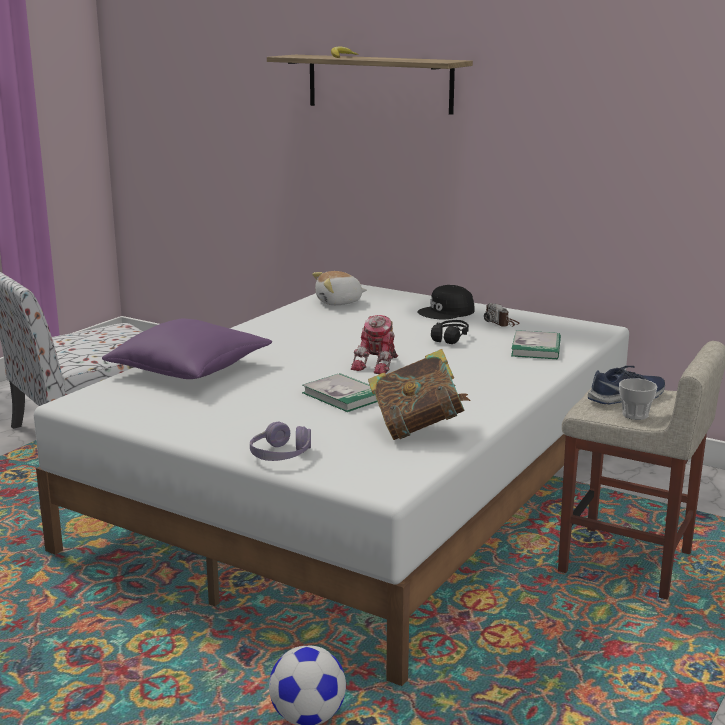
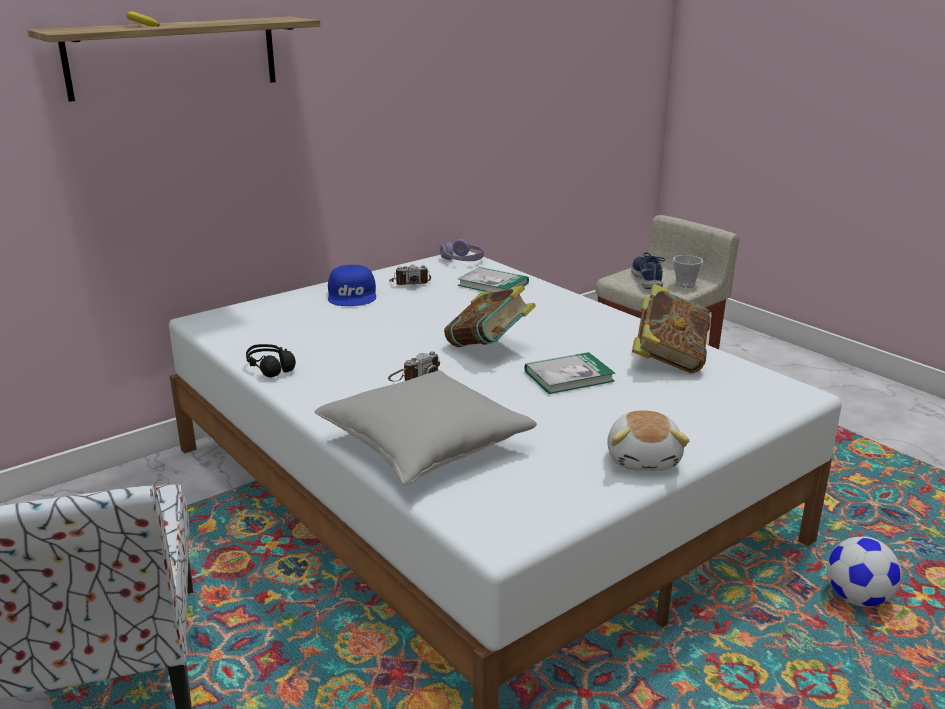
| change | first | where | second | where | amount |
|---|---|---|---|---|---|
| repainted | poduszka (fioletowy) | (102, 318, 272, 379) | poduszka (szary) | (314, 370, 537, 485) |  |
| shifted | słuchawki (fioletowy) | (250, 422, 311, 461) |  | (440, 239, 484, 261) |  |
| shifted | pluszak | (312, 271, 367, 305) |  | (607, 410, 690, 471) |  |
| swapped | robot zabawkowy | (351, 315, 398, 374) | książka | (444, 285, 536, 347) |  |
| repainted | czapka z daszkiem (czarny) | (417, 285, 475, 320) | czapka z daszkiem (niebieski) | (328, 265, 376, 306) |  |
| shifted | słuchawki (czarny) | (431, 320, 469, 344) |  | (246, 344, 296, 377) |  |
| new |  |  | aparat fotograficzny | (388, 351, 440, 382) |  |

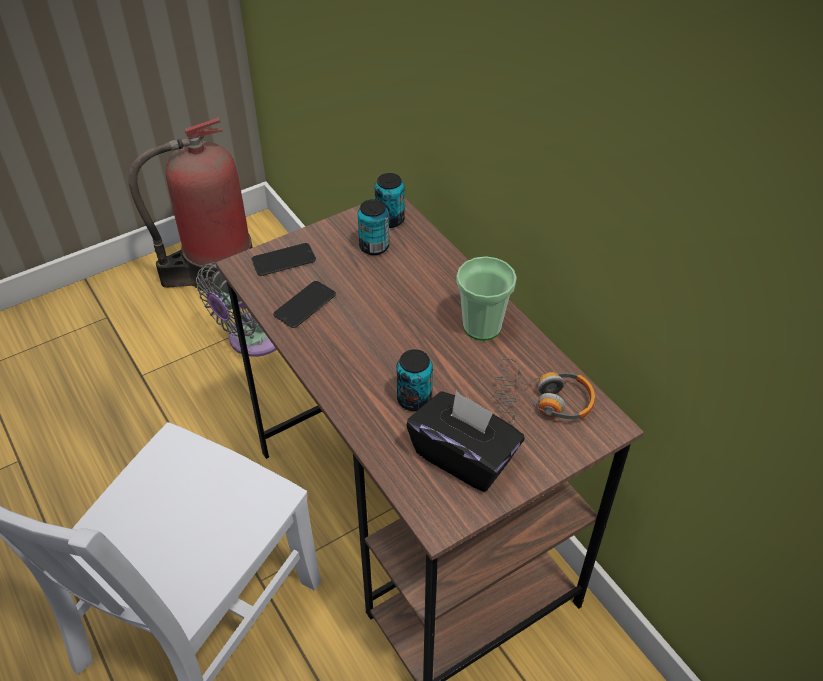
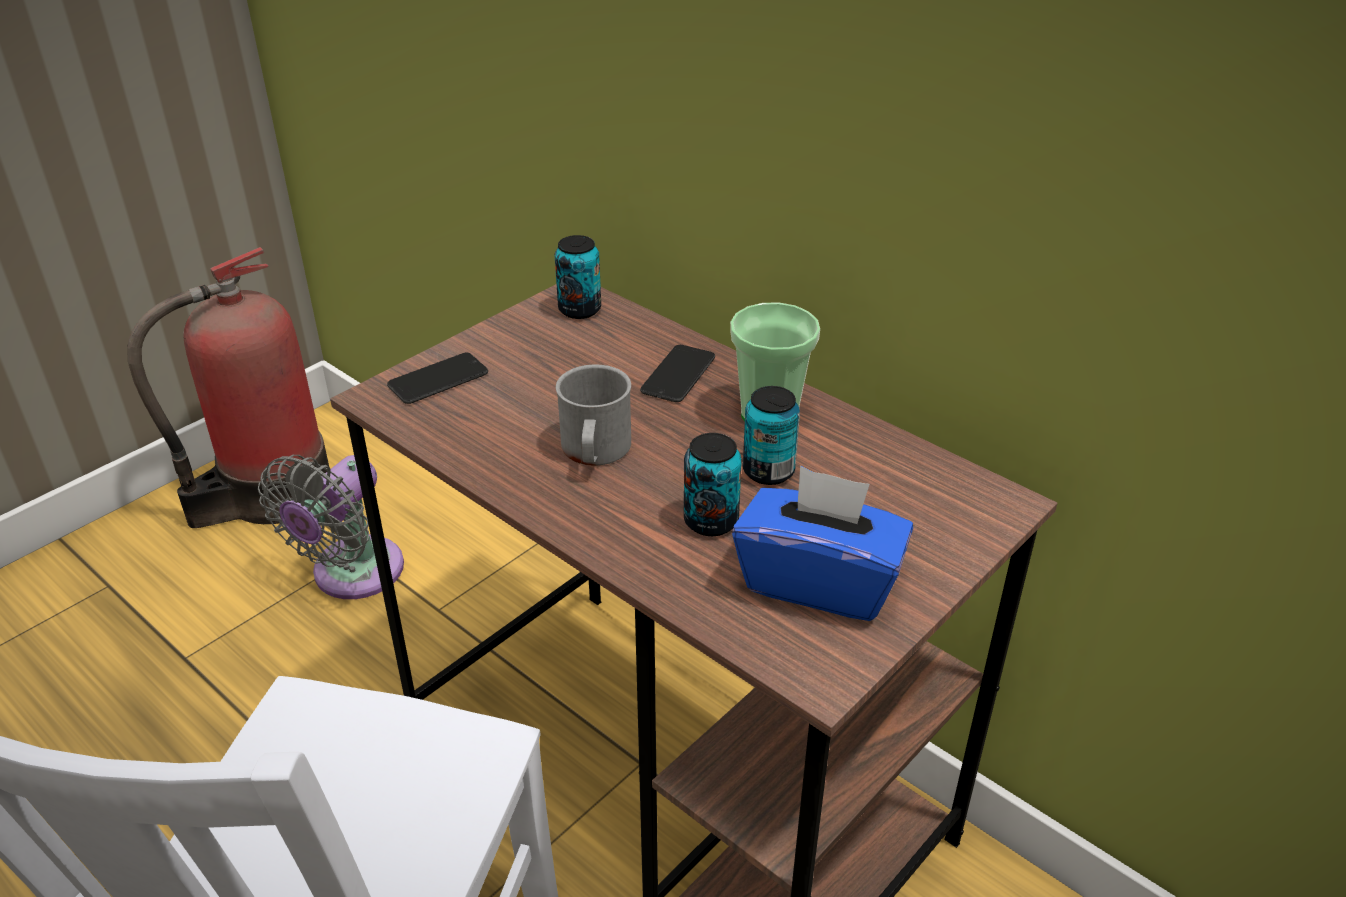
| change | first | where | second | where | amount |
|---|---|---|---|---|---|
| shifted | telefon | (273, 281, 336, 328) |  | (640, 345, 715, 402) |  |
| shifted | puszka | (358, 199, 389, 255) |  | (743, 386, 800, 485) |  |
| repainted | pudełko chusteczek (czarny) | (406, 390, 524, 492) | pudełko chusteczek (niebieski) | (732, 466, 913, 621) |  |
| gone | słuchawki | (494, 358, 595, 424) |  |  |  |
| new |  |  | kubek (szary) | (556, 365, 631, 466) |  |

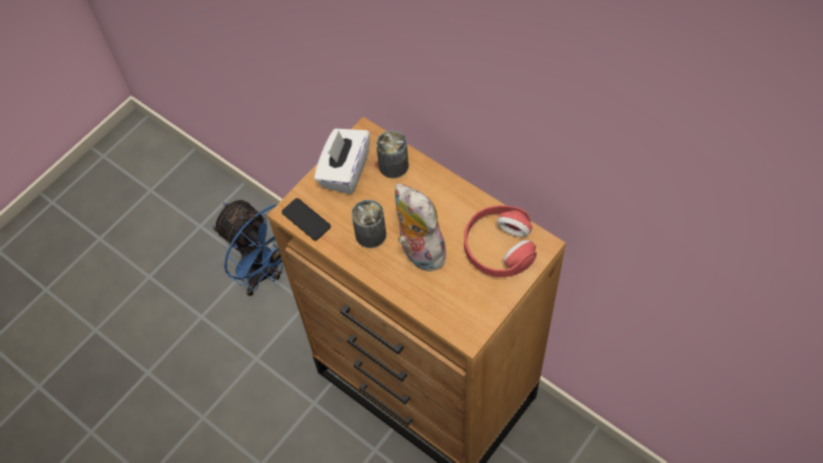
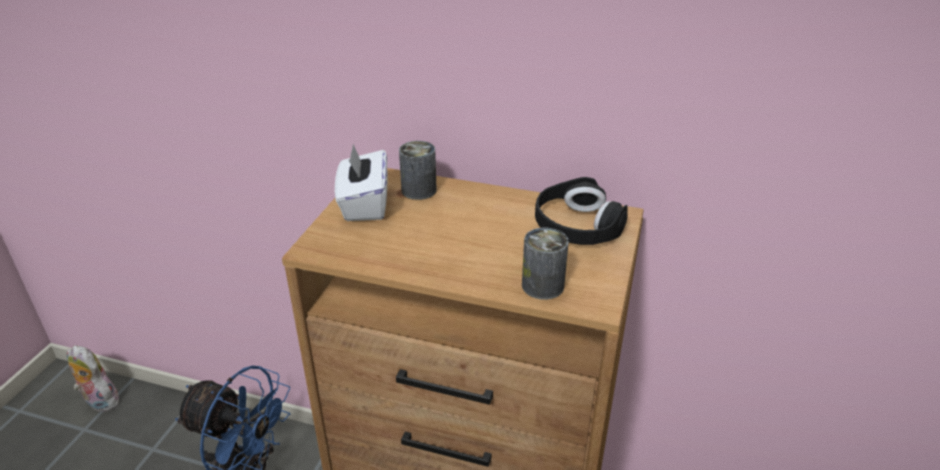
| change | first | where | second | where | amount |
|---|---|---|---|---|---|
| gone | telefon | (282, 198, 331, 241) |  |  |  |
| shifted | puszka | (352, 200, 386, 248) |  | (522, 228, 569, 300) |  |
| shifted | pluszak | (395, 184, 446, 272) |  | (67, 345, 123, 412) |  |
| repainted | słuchawki (czerwony) | (464, 205, 537, 277) | słuchawki (czarny) | (535, 177, 628, 245) |  |

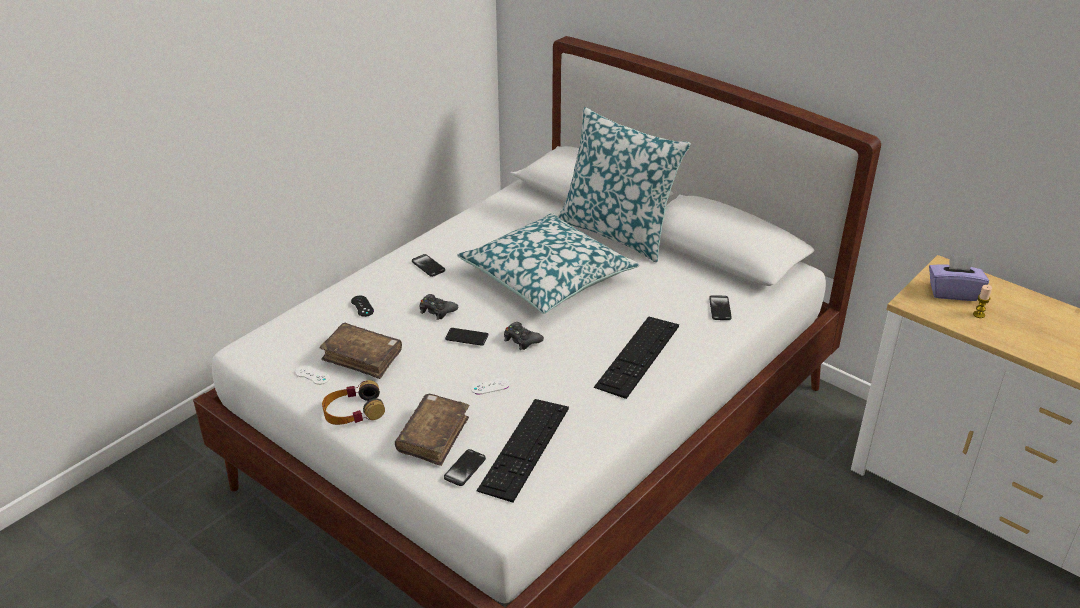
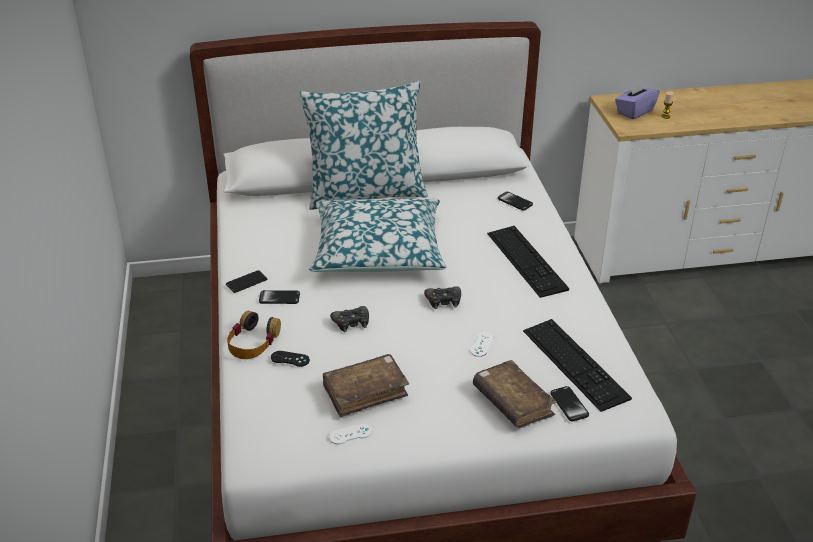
| change | first | where | second | where | amount |
|---|---|---|---|---|---|
| shifted | słuchawki | (322, 380, 385, 425) |  | (227, 311, 281, 359) |  |
| shifted | telefon | (445, 328, 489, 346) |  | (226, 270, 267, 293) |  |

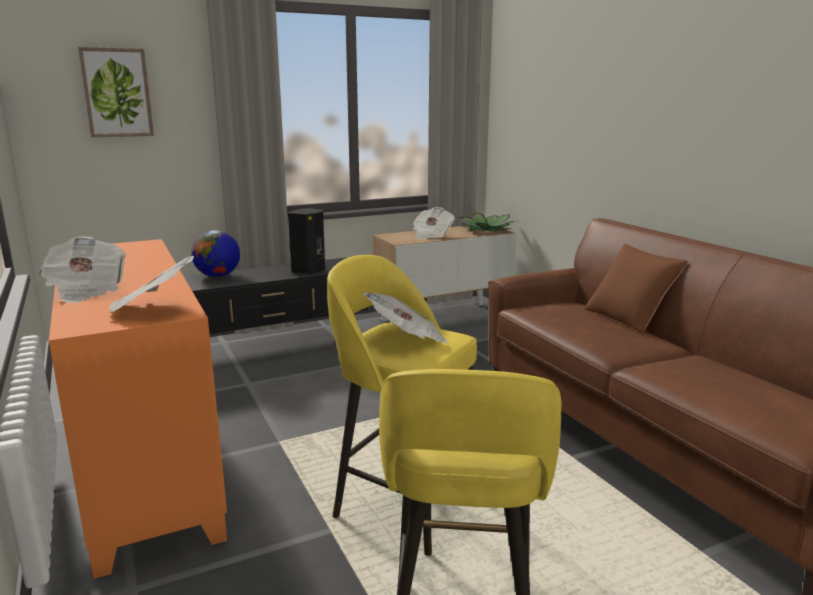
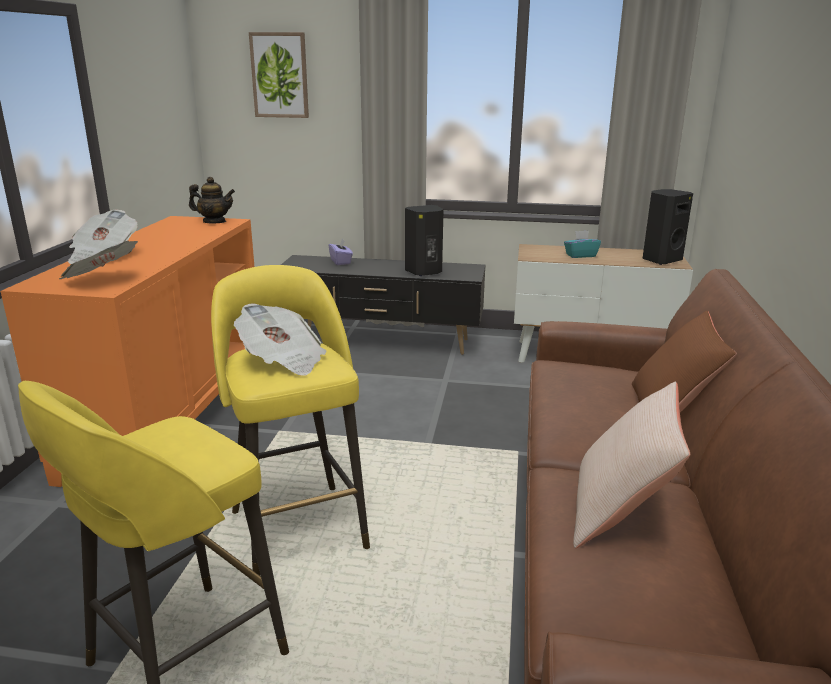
| change | first | where | second | where | amount |
|---|---|---|---|---|---|
| swapped | globus | (191, 230, 240, 277) | pudełko chusteczek (fioletowy) | (328, 239, 353, 265) |  |
| swapped | gazeta | (413, 207, 455, 240) | pudełko chusteczek (turkusowy) | (564, 230, 601, 258) |  |
| swapped | roślina doniczkowa | (457, 212, 517, 232) | głośnik (czarny) | (643, 189, 693, 265) |  |
| new |  |  | imbryk | (189, 177, 235, 223) |  |
| new |  |  | poduszka (beżowy) | (573, 382, 690, 548) |  |

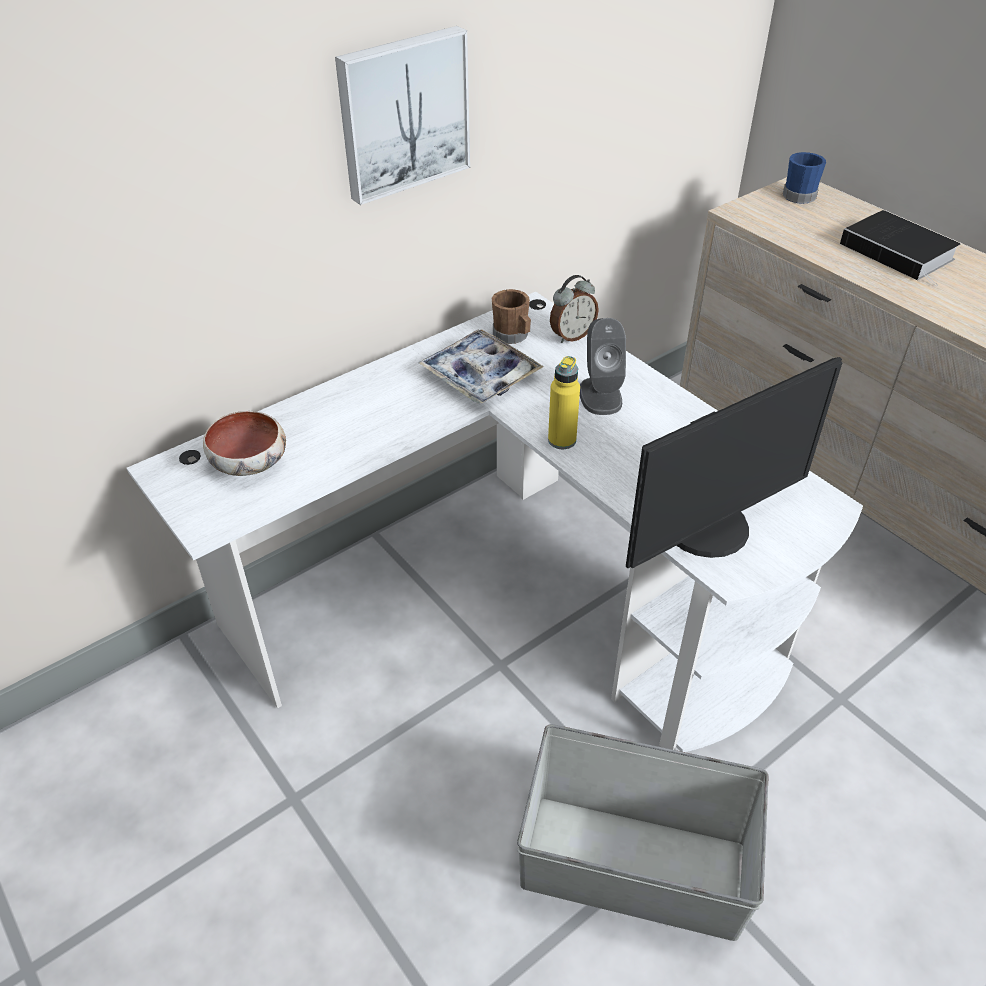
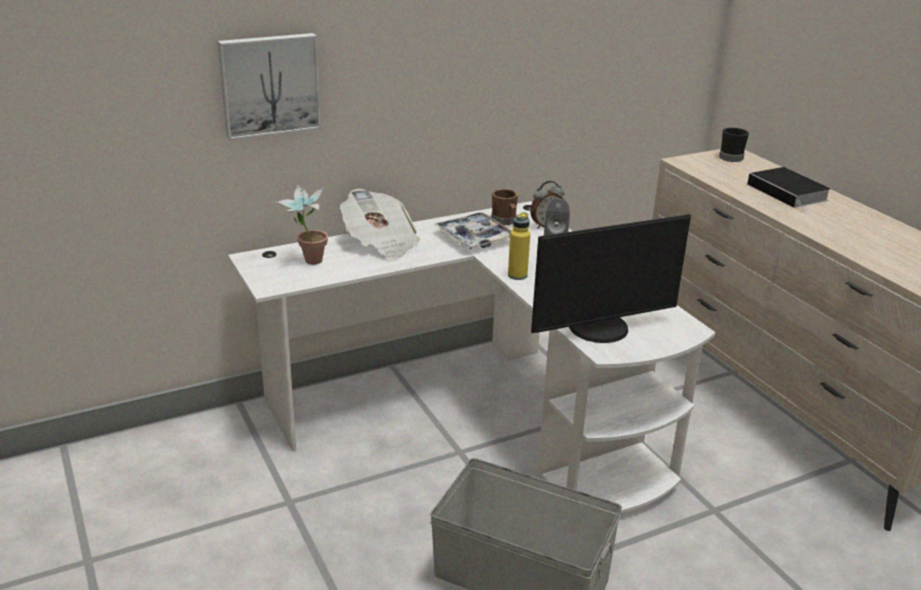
| change | first | where | second | where | amount |
|---|---|---|---|---|---|
| swapped | miska | (203, 411, 286, 476) | roślina doniczkowa | (277, 184, 328, 265) |  |
| shifted | obraz | (335, 26, 470, 205) |  | (217, 33, 321, 140) |  |
| repainted | kubek (niebieski) | (783, 152, 826, 204) | kubek (czarny) | (719, 128, 749, 162) |  |
| new |  |  | gazeta | (340, 189, 420, 260) |  |

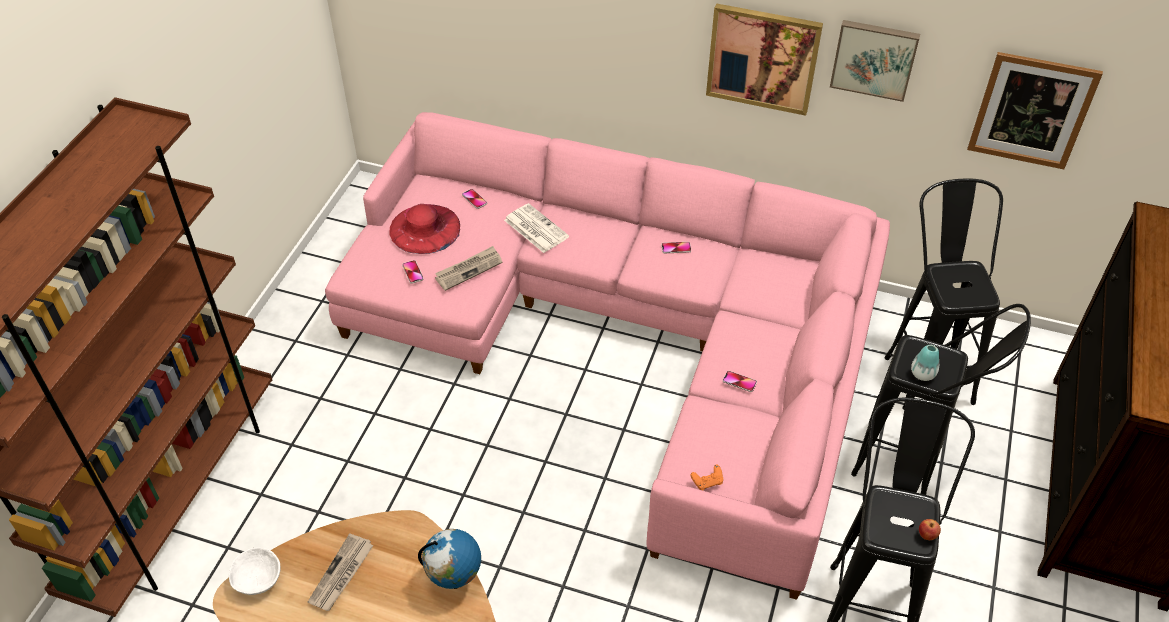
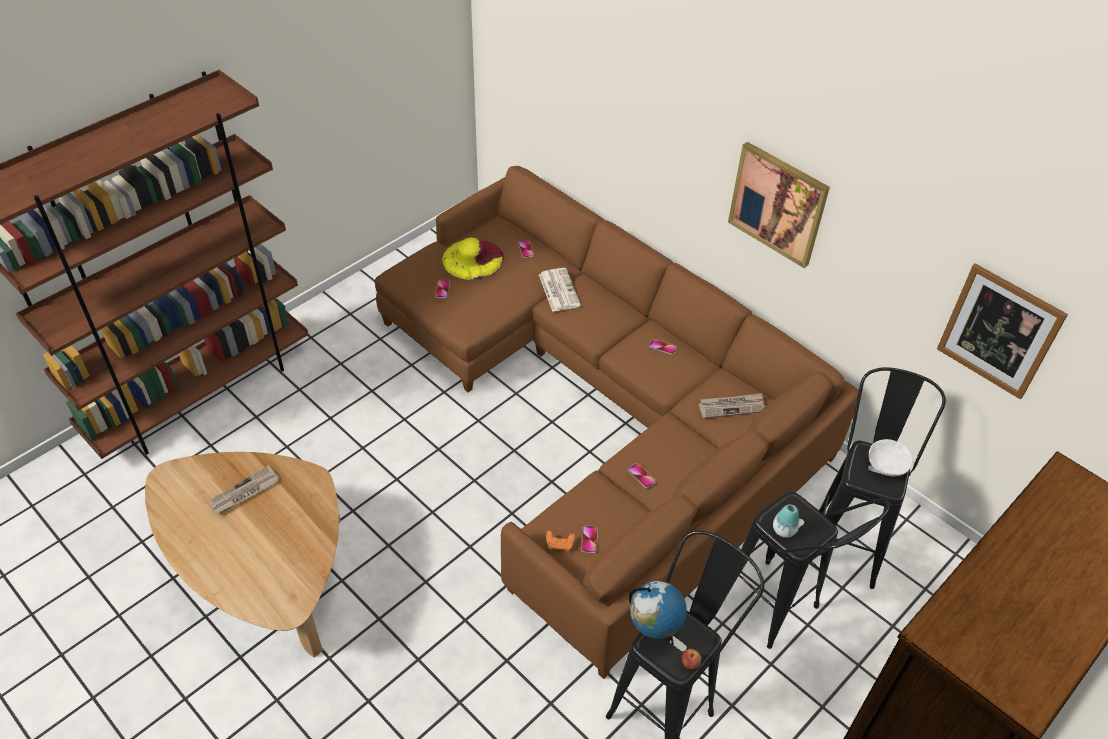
| change | first | where | second | where | amount |
|---|---|---|---|---|---|
| shifted | miska (biały) | (229, 548, 281, 595) |  | (869, 439, 913, 477) |  |
| repainted | kanapa (różowy) | (325, 112, 890, 600) | kanapa (brązowy) | (375, 166, 859, 679) |  |
| repainted | kapelusz (czerwony) | (389, 204, 460, 254) | kapelusz (żółty) | (442, 237, 504, 280) |  |
| shifted | globus | (418, 529, 481, 589) |  | (629, 581, 687, 639) |  |
| shifted | gazeta | (435, 246, 502, 291) |  | (699, 393, 765, 419) |  |
| gone | obraz | (830, 20, 920, 102) |  |  |  |
| new |  |  | telefon | (582, 526, 598, 553) |  |

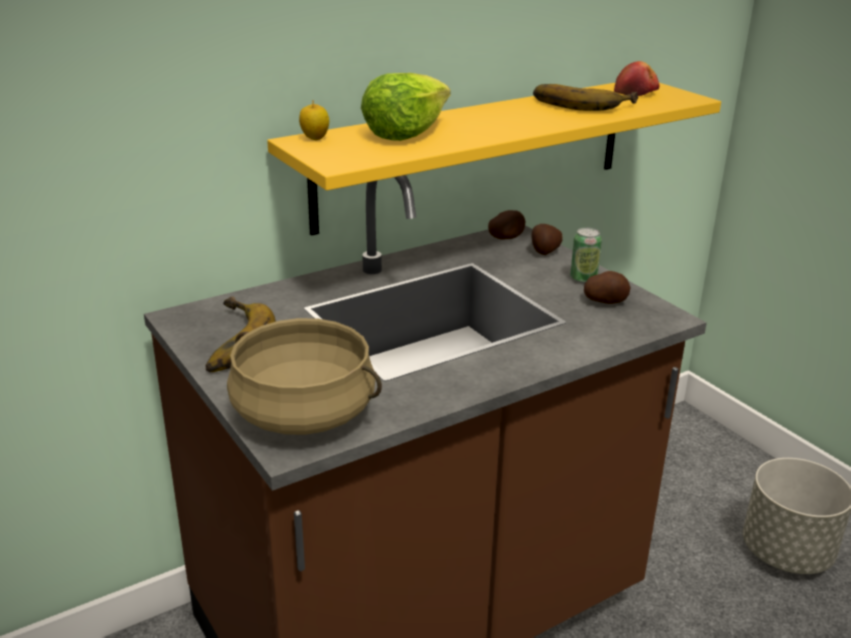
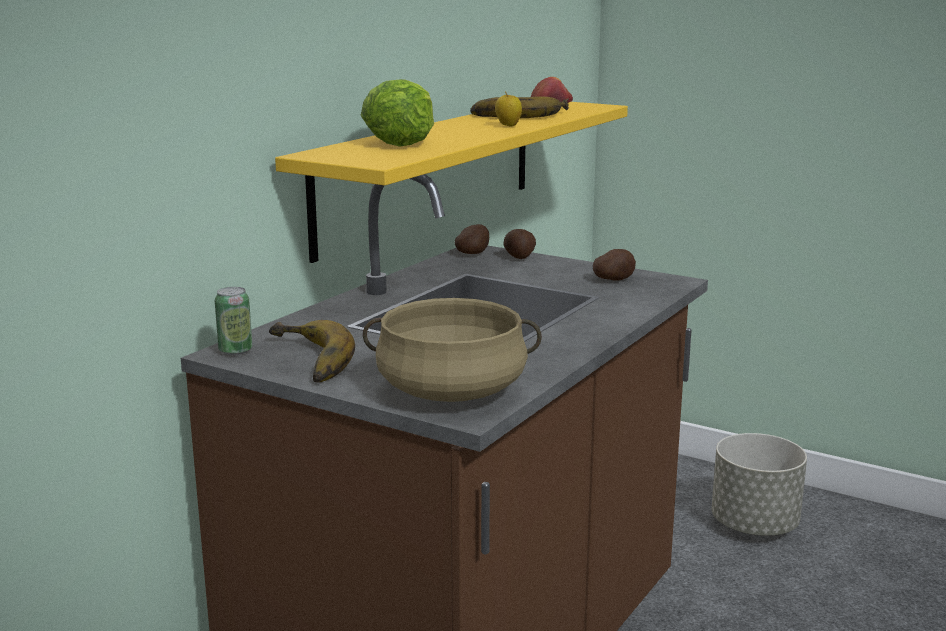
| change | first | where | second | where | amount |
|---|---|---|---|---|---|
| shifted | jabłko | (299, 101, 329, 141) |  | (495, 91, 522, 127) |  |
| shifted | puszka | (570, 227, 602, 283) |  | (215, 287, 252, 355) |  |

